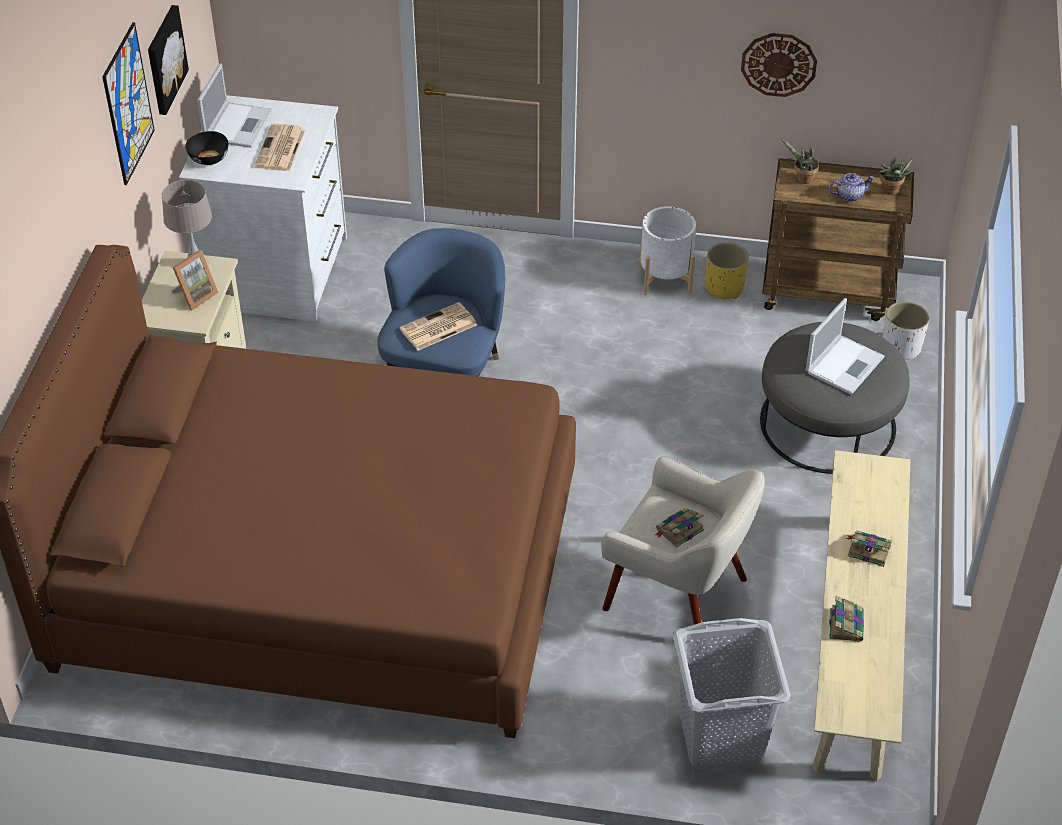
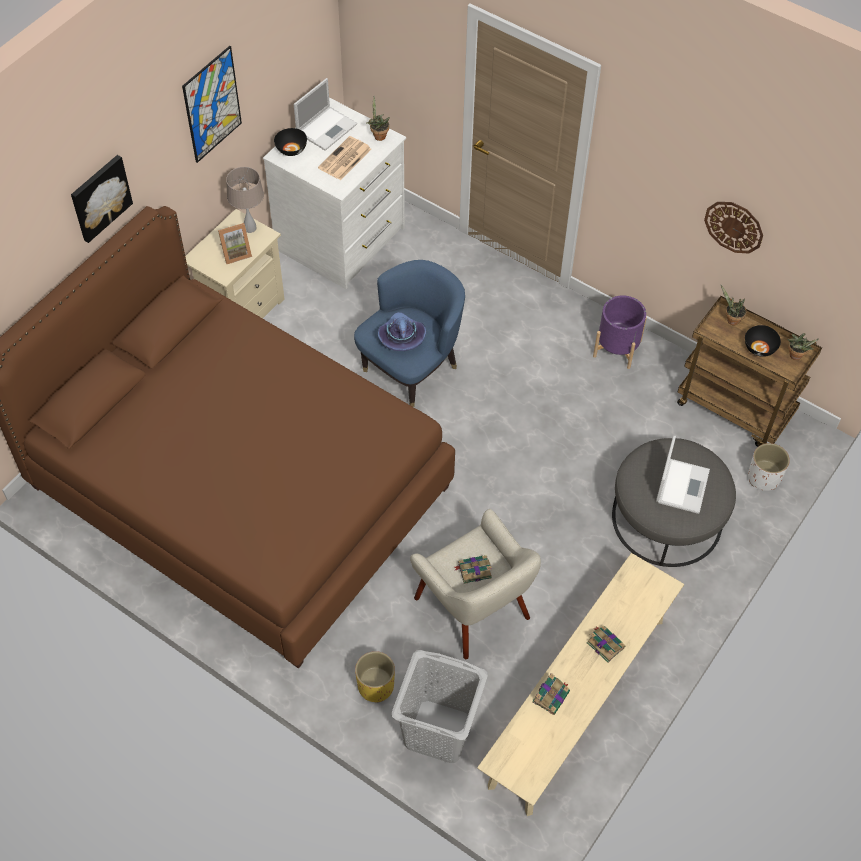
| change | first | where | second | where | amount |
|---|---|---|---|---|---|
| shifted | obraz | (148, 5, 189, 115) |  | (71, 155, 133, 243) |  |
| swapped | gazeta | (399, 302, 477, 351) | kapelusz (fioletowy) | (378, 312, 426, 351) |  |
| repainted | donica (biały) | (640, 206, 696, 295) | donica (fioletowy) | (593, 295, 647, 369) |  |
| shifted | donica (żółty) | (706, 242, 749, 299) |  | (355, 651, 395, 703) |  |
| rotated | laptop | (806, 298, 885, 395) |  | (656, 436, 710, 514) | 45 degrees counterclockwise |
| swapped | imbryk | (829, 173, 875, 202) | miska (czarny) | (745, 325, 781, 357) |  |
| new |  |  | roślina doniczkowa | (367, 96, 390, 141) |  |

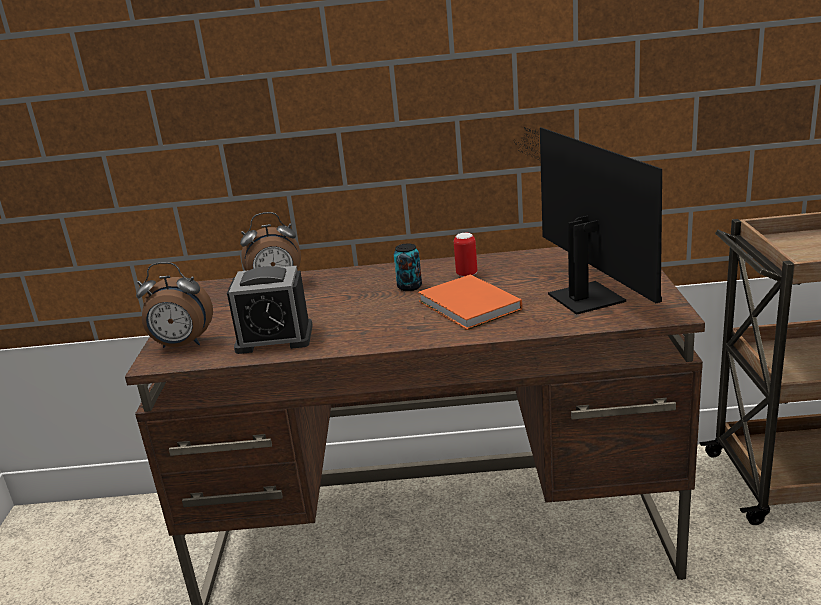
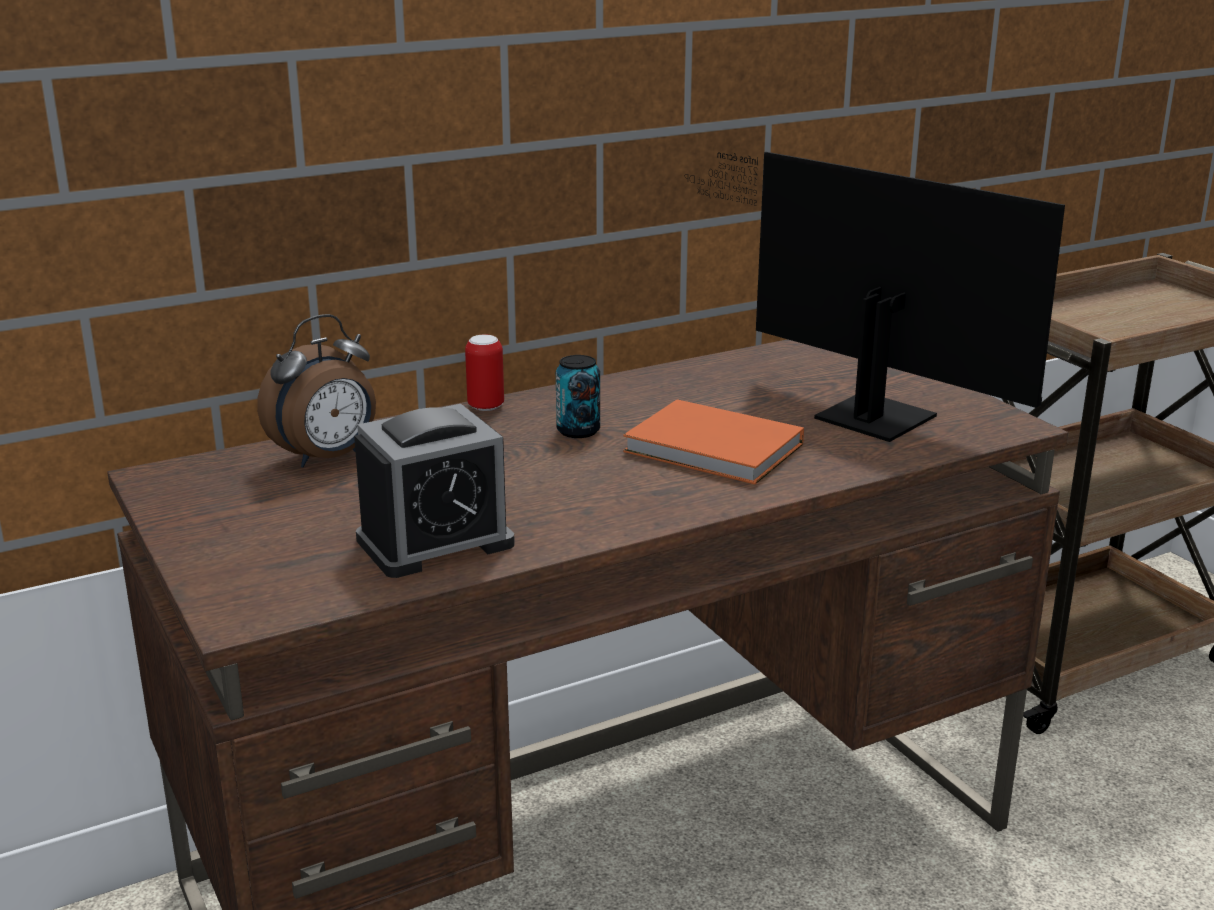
| change | first | where | second | where | amount |
|---|---|---|---|---|---|
| gone | budzik | (136, 262, 213, 348) |  |  |  |
| shifted | puszka | (454, 233, 478, 277) |  | (465, 334, 504, 411) |  |

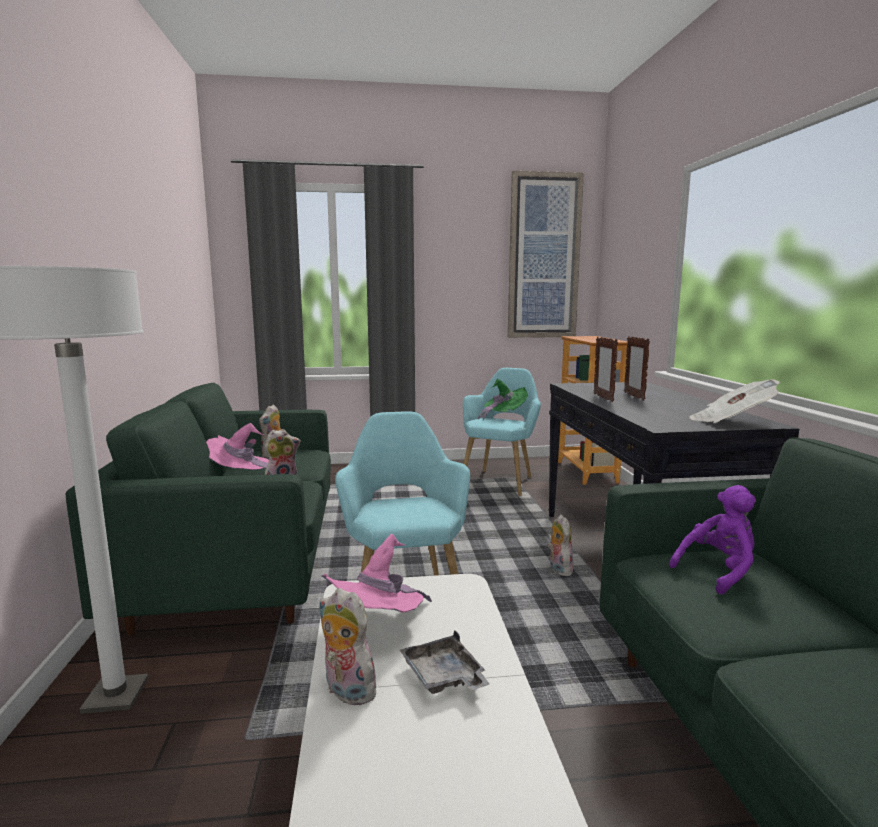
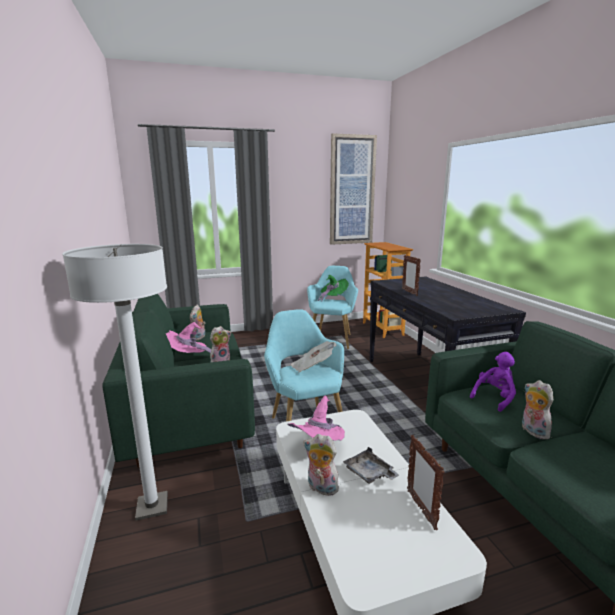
| change | first | where | second | where | amount |
|---|---|---|---|---|---|
| shifted | pluszak | (548, 514, 574, 576) |  | (522, 380, 553, 439) |  |
| shifted | ramka na zdjęcie | (624, 336, 650, 401) |  | (407, 435, 445, 530) |  |
| shifted | gazeta | (689, 379, 780, 423) |  | (291, 341, 336, 372) |  |

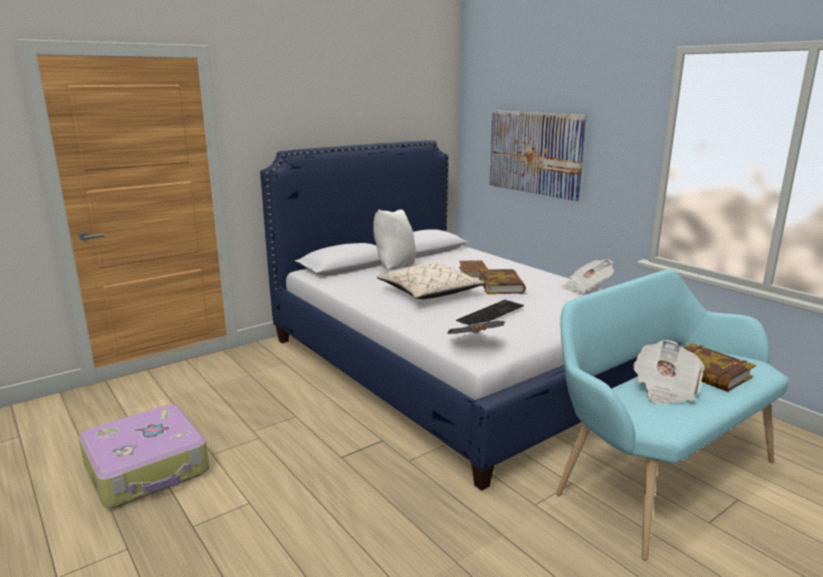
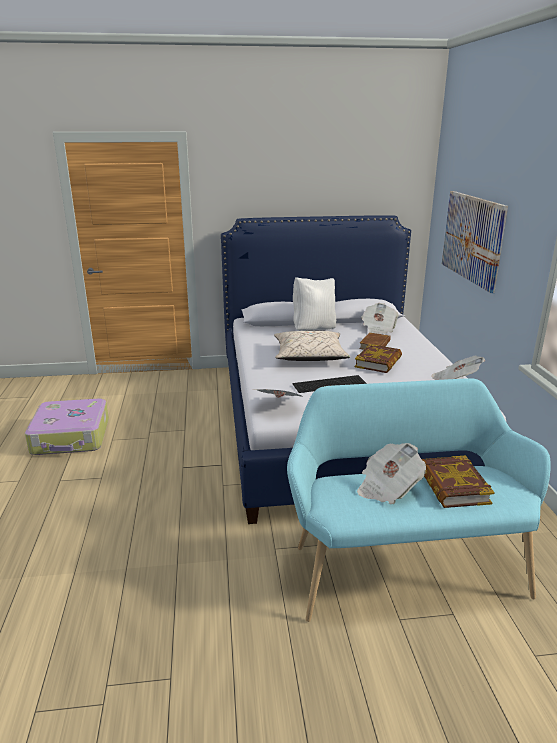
| change | first | where | second | where | amount |
|---|---|---|---|---|---|
| new |  |  | gazeta | (361, 303, 399, 334) |  |

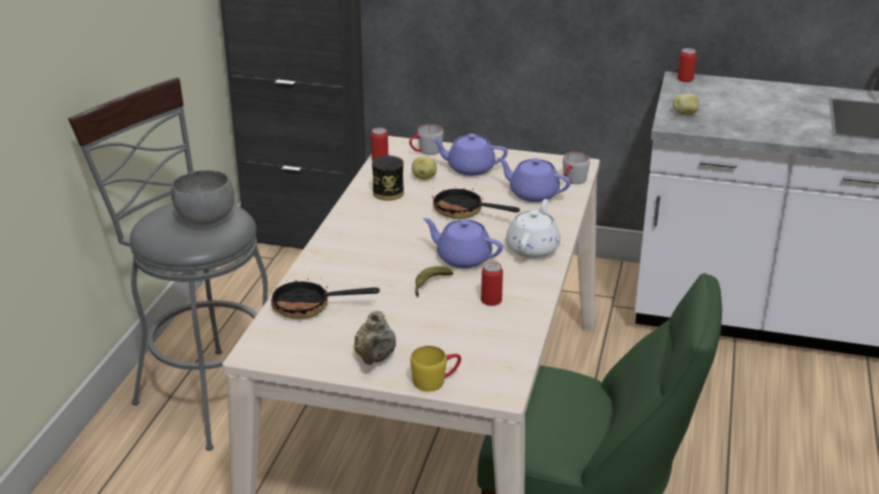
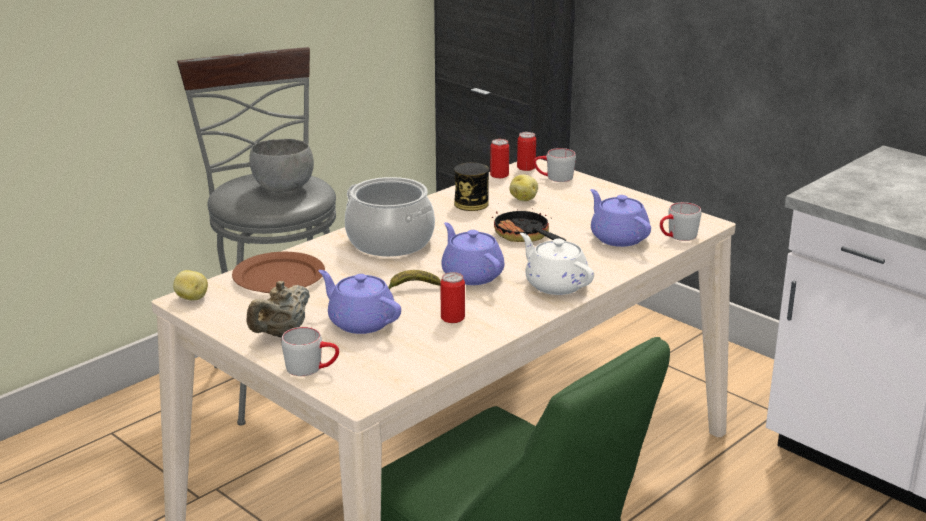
| change | first | where | second | where | amount |
|---|---|---|---|---|---|
| swapped | patelnia | (271, 278, 380, 319) | talerz (brązowy) | (232, 252, 325, 293) |  |
| repainted | kubek (żółty) | (410, 346, 461, 391) | kubek (szary) | (281, 327, 339, 376) |  |
| shifted | imbryk (fioletowy) | (431, 134, 508, 176) |  | (318, 270, 401, 334) |  |
| rotated | imbryk (biały) | (506, 199, 560, 258) |  | (520, 233, 594, 295) | 90 degrees counterclockwise |
| shifted | ziemniak | (673, 93, 699, 115) |  | (173, 270, 208, 301) |  |
| shifted | puszka | (678, 48, 697, 82) |  | (517, 132, 536, 171) |  |
| new |  |  | garnek | (345, 177, 435, 257) |  |

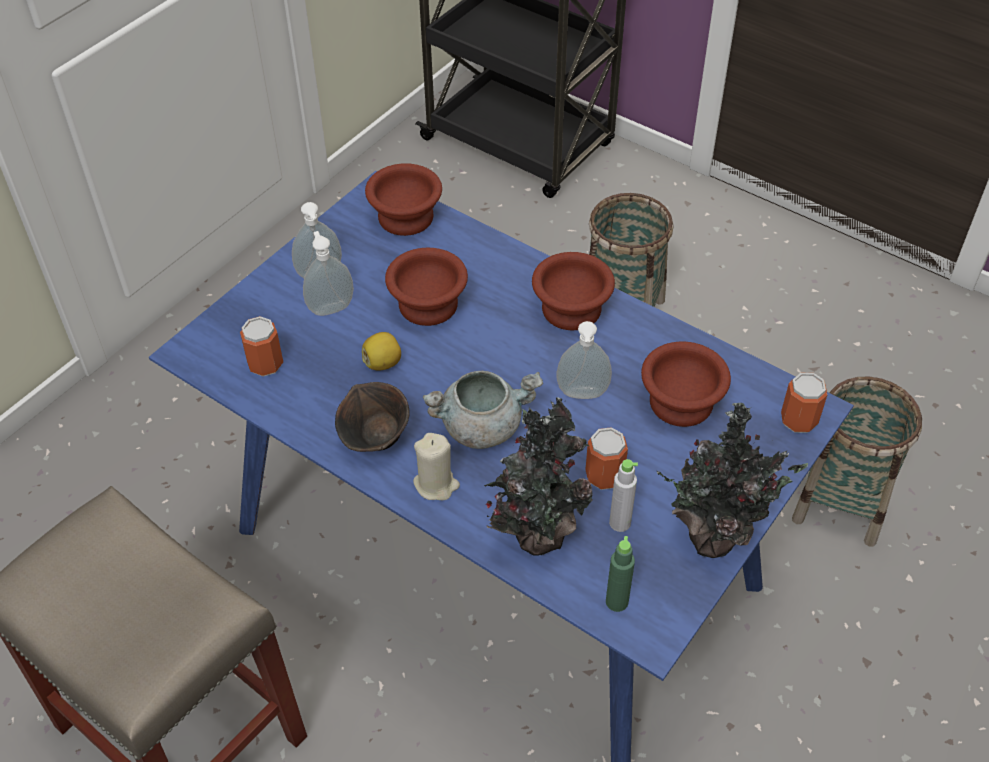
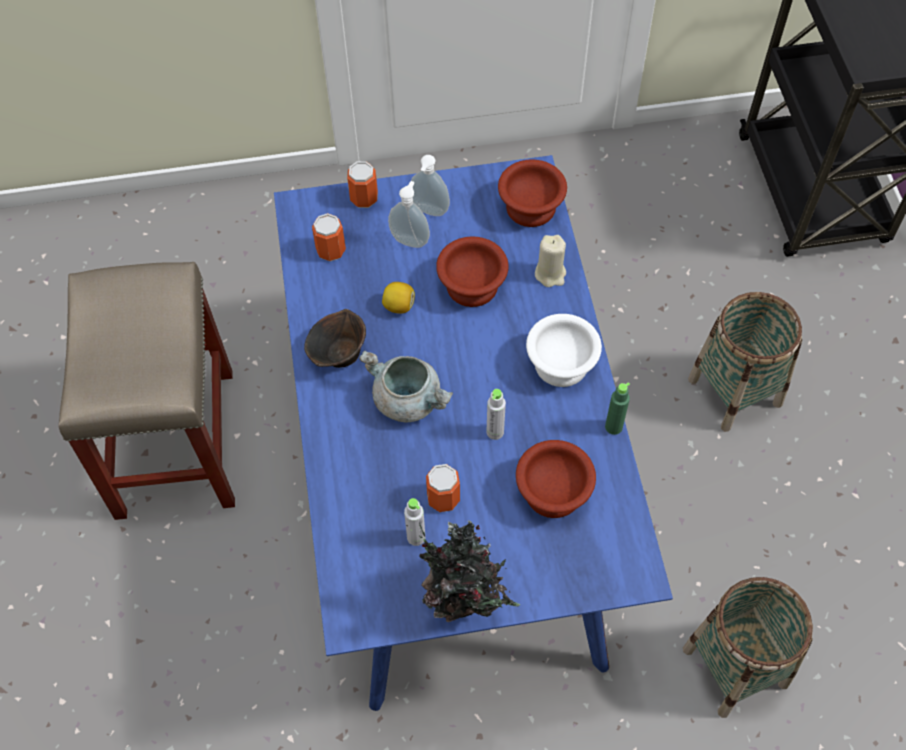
| change | first | where | second | where | amount |
|---|---|---|---|---|---|
| shifted | świeca (beżowy) | (413, 433, 460, 500) |  | (535, 235, 566, 287) |  |
| gone | roślina doniczkowa | (484, 397, 593, 556) |  |  |  |
| repainted | miska (brązowy) | (532, 252, 615, 330) | miska (biały) | (526, 314, 602, 387) |  |
| swapped | dozownik mydła | (557, 321, 612, 399) | butelka (szary) | (487, 389, 506, 440) |  |
| shifted | butelka (zielony) | (606, 536, 635, 612) |  | (605, 382, 630, 435) |  |
| shifted | puszka | (781, 373, 827, 433) |  | (347, 161, 378, 208) |  |

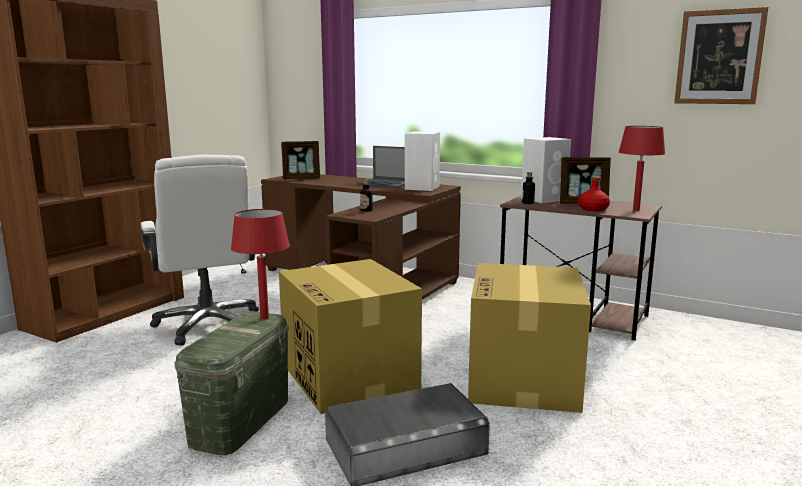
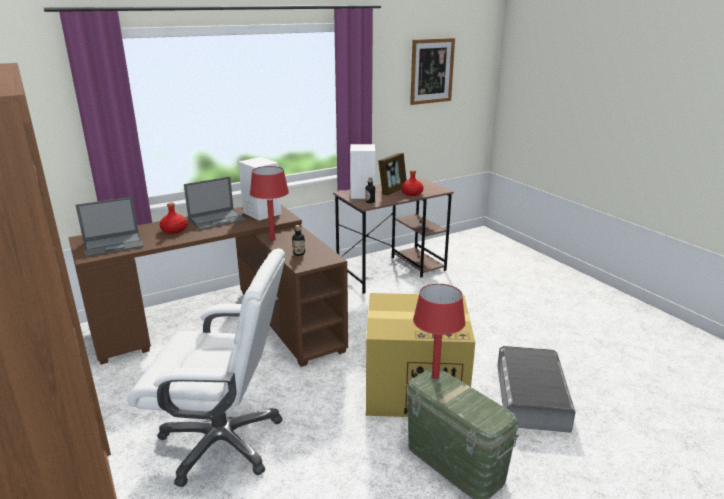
| change | first | where | second | where | amount |
|---|---|---|---|---|---|
| swapped | ramka na zdjęcie | (281, 141, 320, 179) | laptop | (76, 197, 144, 257) |  |
| gone | karton | (468, 263, 591, 413) |  |  |  |
| shifted | lampa stołowa (czerwony) | (619, 126, 665, 211) |  | (250, 166, 289, 241) |  |
| new |  |  | butelka (czerwony) | (160, 203, 187, 234) |  |

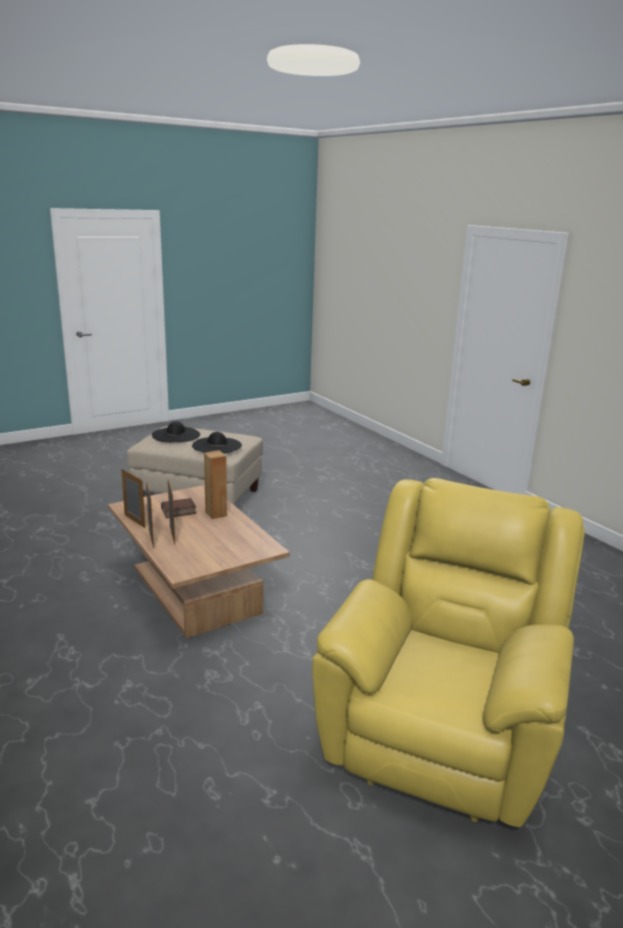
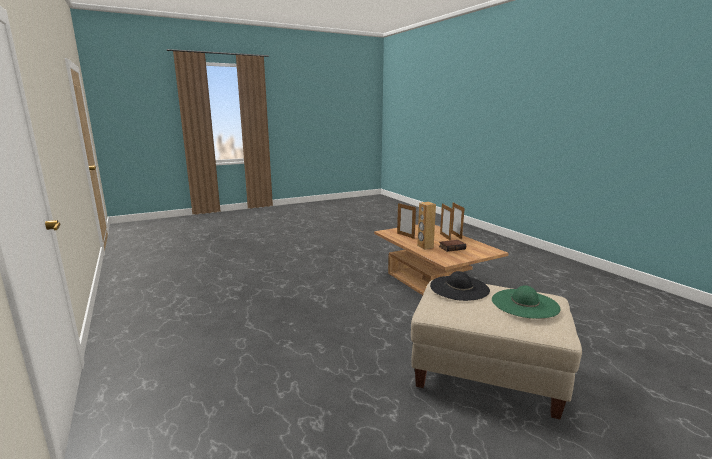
| change | first | where | second | where | amount |
|---|---|---|---|---|---|
| shifted | ramka na zdjęcie | (121, 469, 145, 528) |  | (397, 203, 416, 239) |  |
| repainted | kapelusz (czarny) | (152, 421, 200, 442) | kapelusz (zielony) | (492, 285, 561, 319) |  |
| gone | fotel (żółty) | (312, 478, 585, 827) |  |  |  |

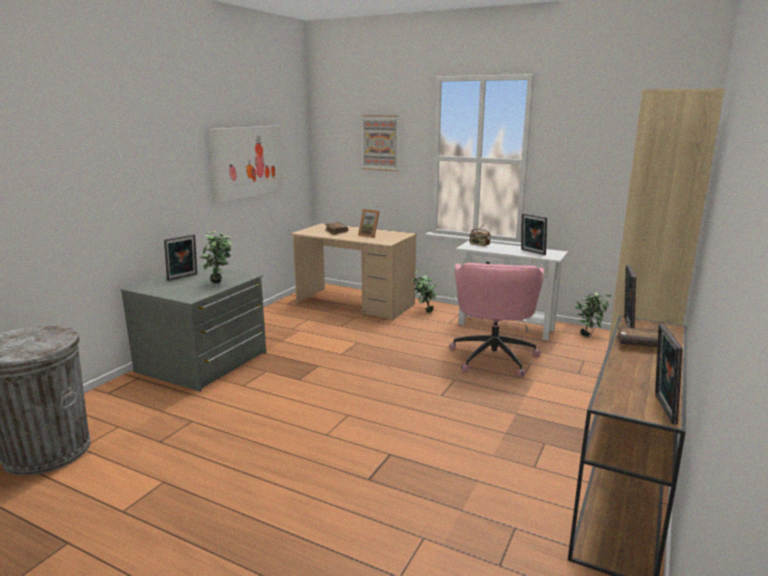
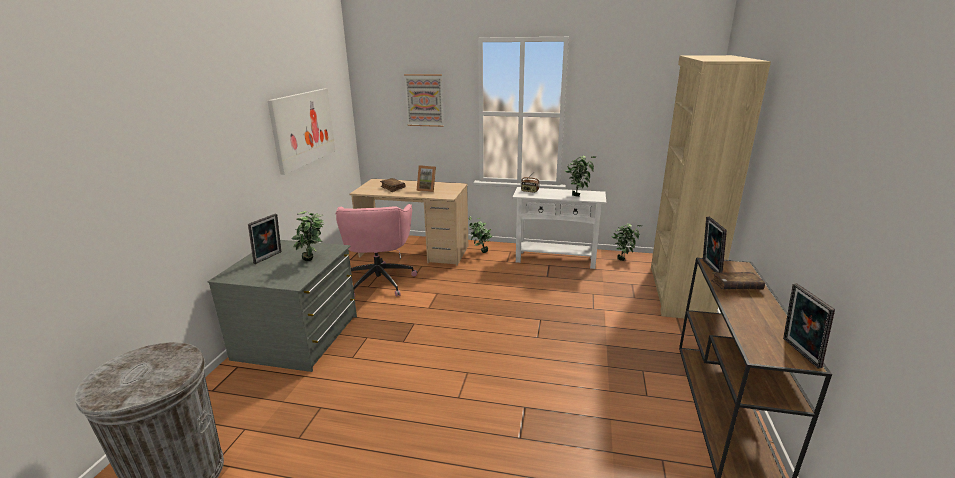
| change | first | where | second | where | amount |
|---|---|---|---|---|---|
| shifted | krzesło biurowe (różowy) | (449, 263, 544, 377) |  | (336, 204, 417, 297) |  |
| swapped | ramka na zdjęcie | (521, 213, 547, 255) | roślina doniczkowa | (565, 155, 597, 197) |  |

